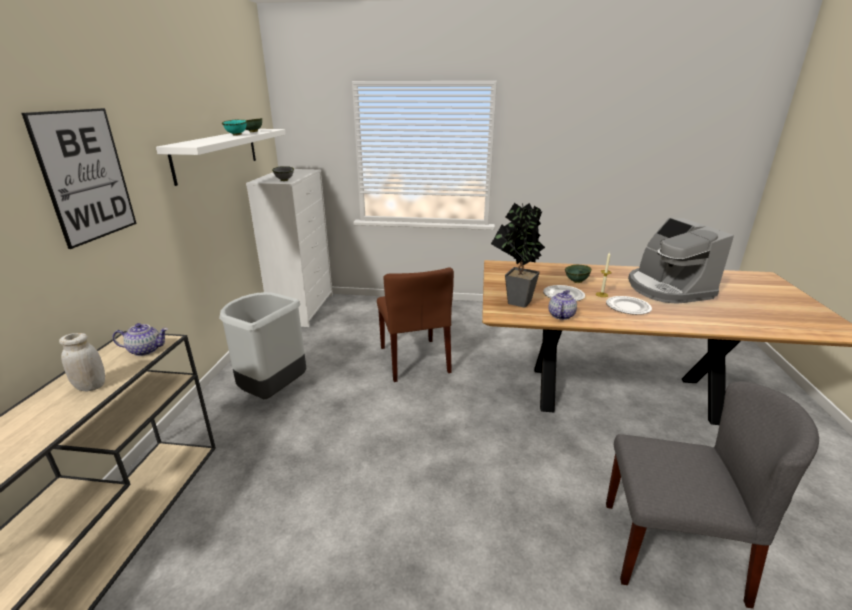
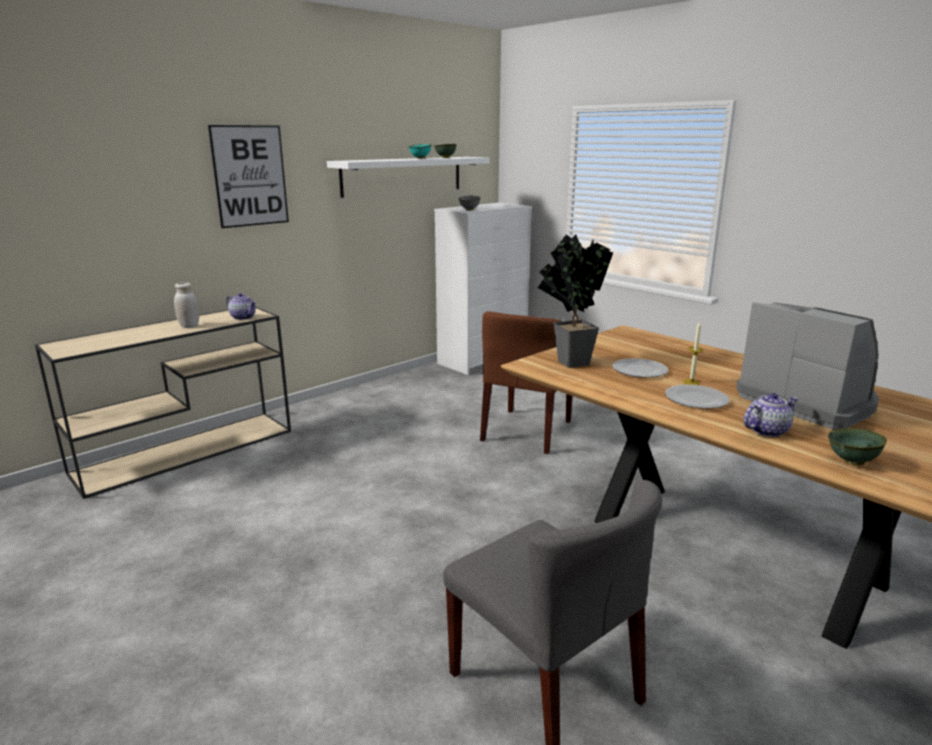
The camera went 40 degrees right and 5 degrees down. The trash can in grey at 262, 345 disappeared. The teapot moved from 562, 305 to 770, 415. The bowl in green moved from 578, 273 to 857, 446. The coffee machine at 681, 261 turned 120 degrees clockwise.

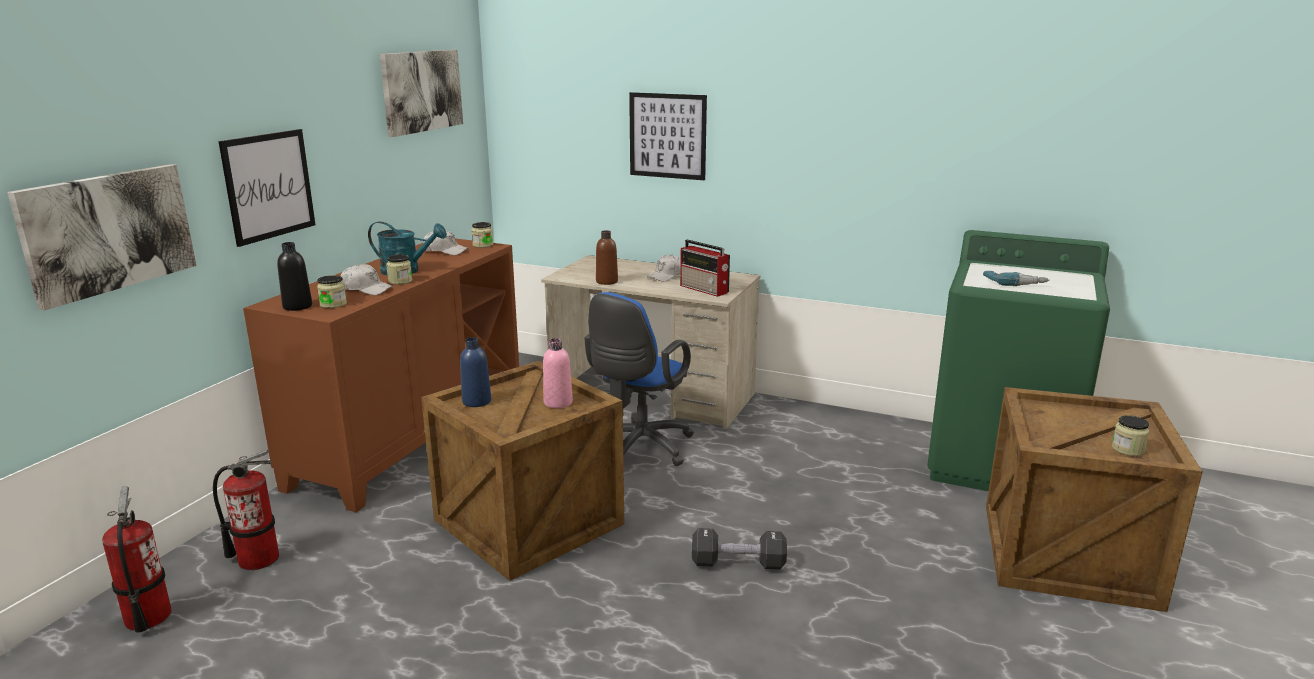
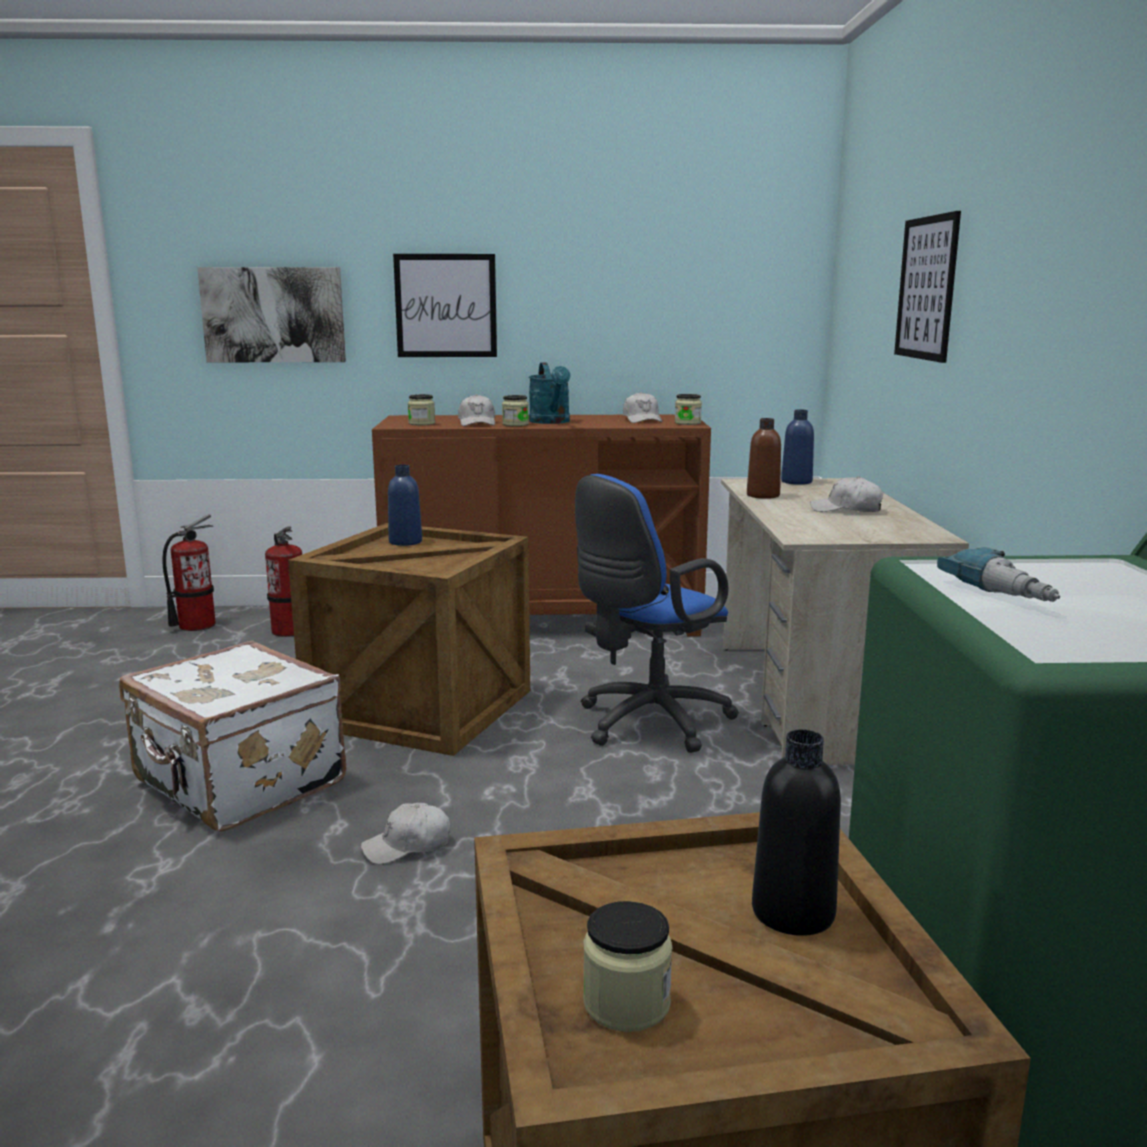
The camera went 65 degrees right and 5 degrees down. The picture at 421, 93 disappeared. The bottle in pink at 558, 373 disappeared. The radio at 705, 268 disappeared. The suitcase in white at 232, 735 appeared. The bottle in blue at 797, 447 appeared. The bottle in black moved from 294, 276 to 796, 832. The dumbbell in black at 739, 549 was replaced by the cap in white at 405, 833. The office chair in blue at 639, 379 turned 45 degrees counterclockwise.

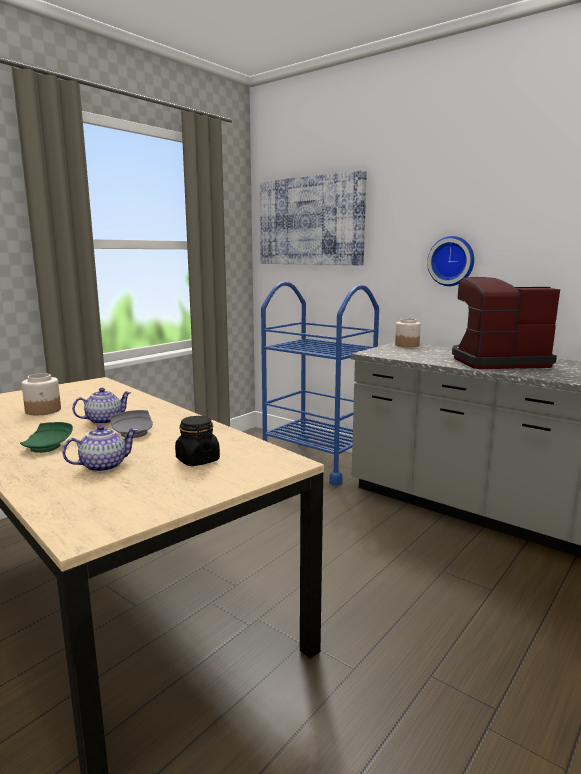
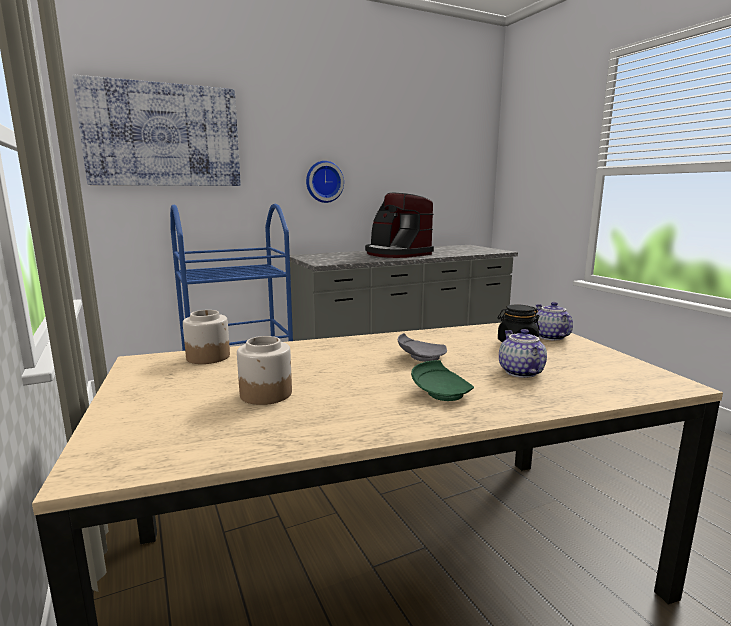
The camera went 65 degrees left and 0 degrees up. The teapot moved from 101, 406 to 553, 321. The jar moved from 408, 332 to 206, 337. The coffee machine at 506, 323 turned 60 degrees counterclockwise.

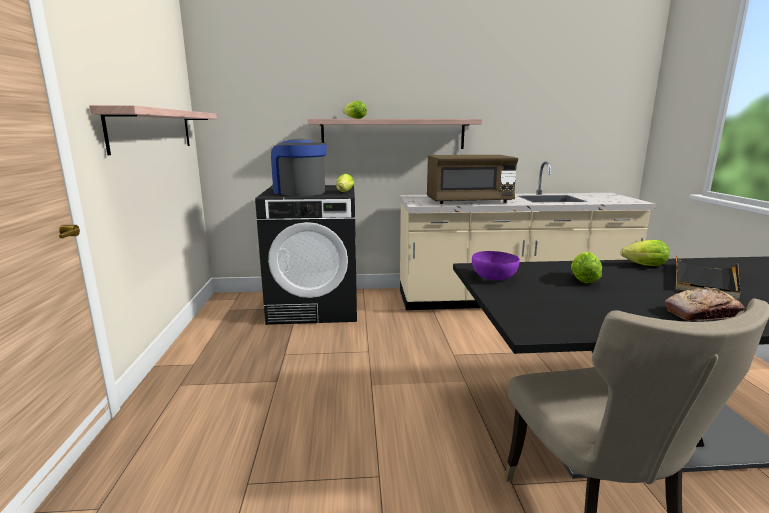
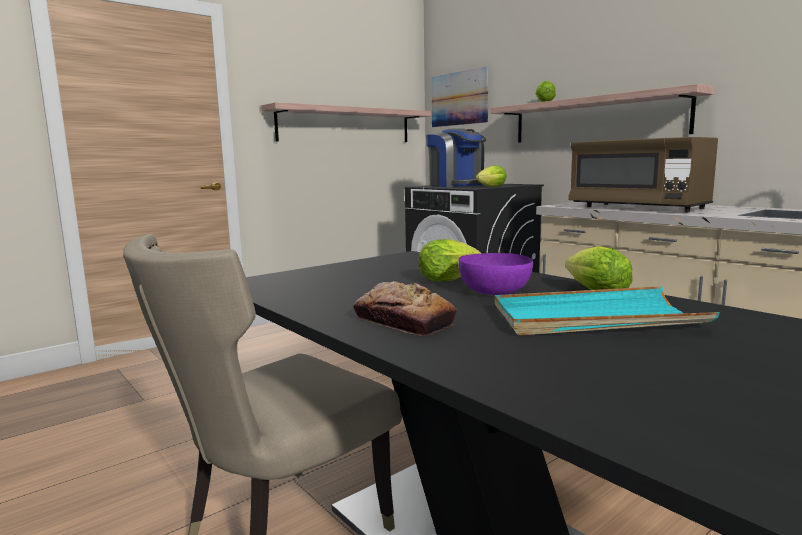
The camera went 55 degrees right and 5 degrees down. The picture at 459, 96 appeared. The bowl in purple moved from 496, 266 to 495, 274. The tray in black at 708, 277 became the tray in turquoise at 607, 310. The coffee machine at 299, 167 turned 135 degrees clockwise.

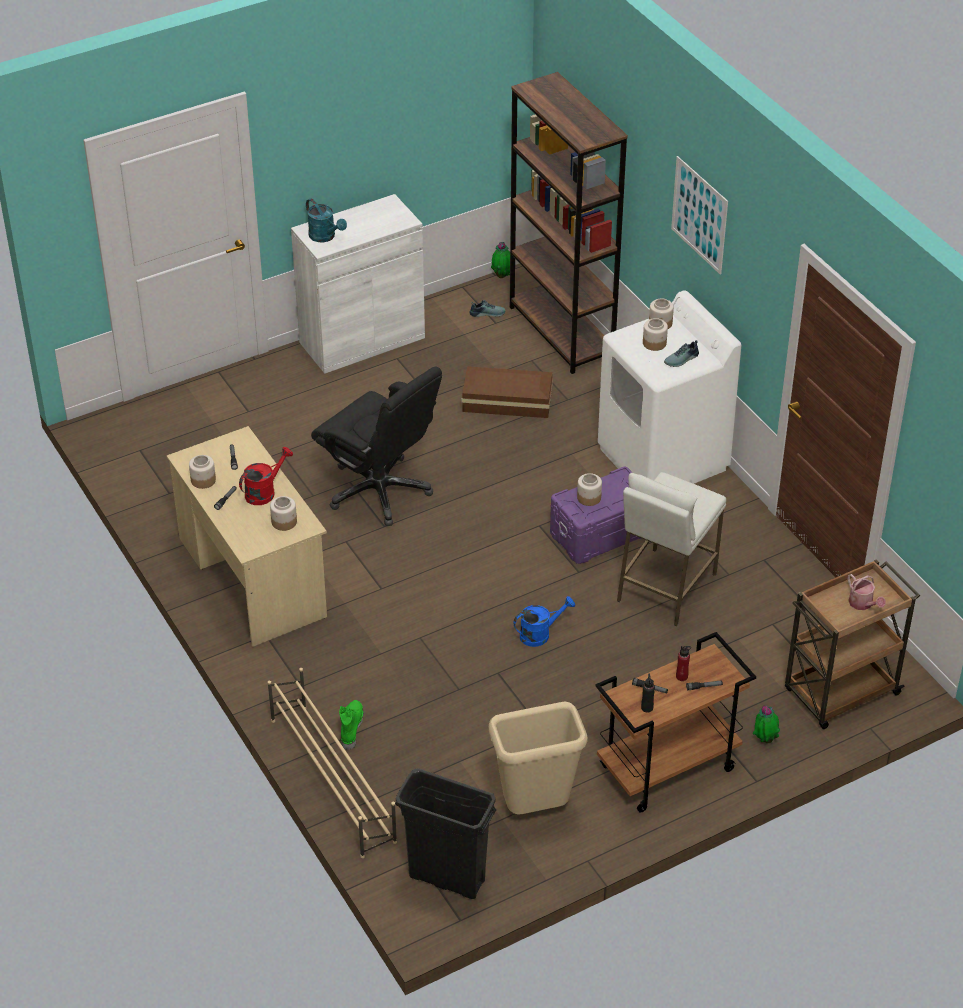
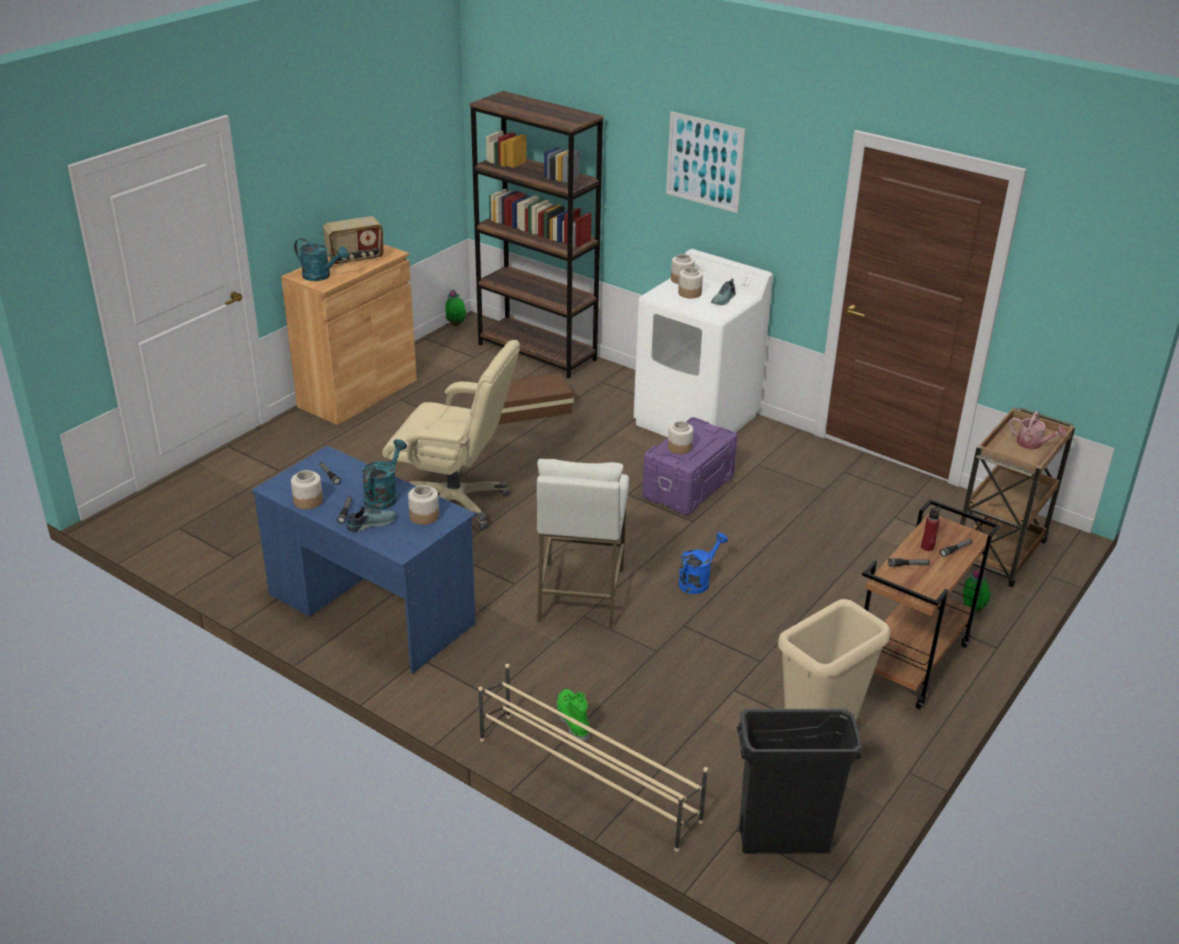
The camera went 25 degrees left and 10 degrees down. The bottle in black at 648, 693 disappeared. The radio at 353, 240 appeared. The shoe moved from 487, 308 to 371, 519. The stool in white moved from 671, 549 to 583, 544. The desk in beige at 247, 536 became the desk in blue at 363, 560. The watering can in red at 266, 476 became the watering can in turquoise at 384, 474. The cabinet in white at 358, 284 became the cabinet in brown at 349, 334. The office chair in black at 376, 446 became the office chair in beige at 451, 435.

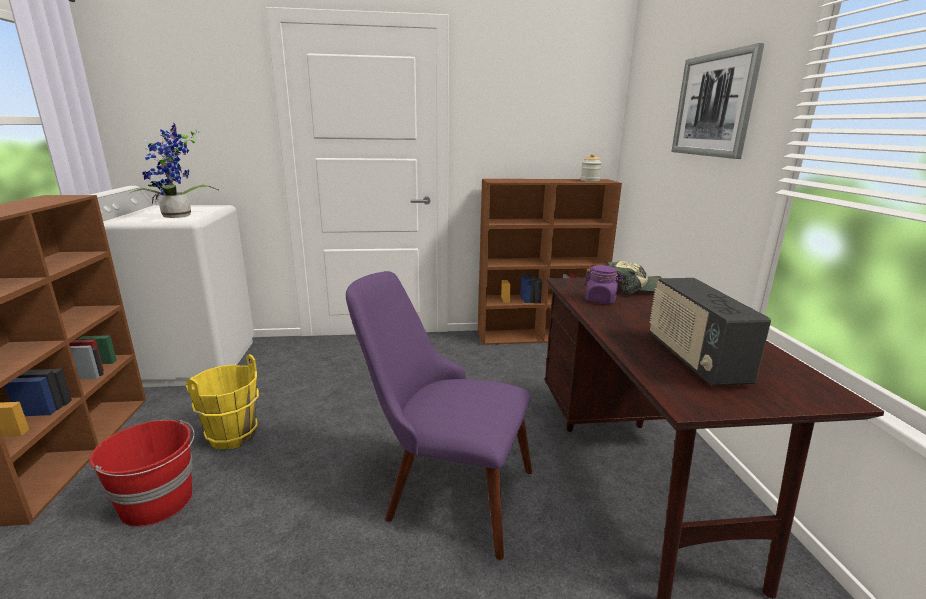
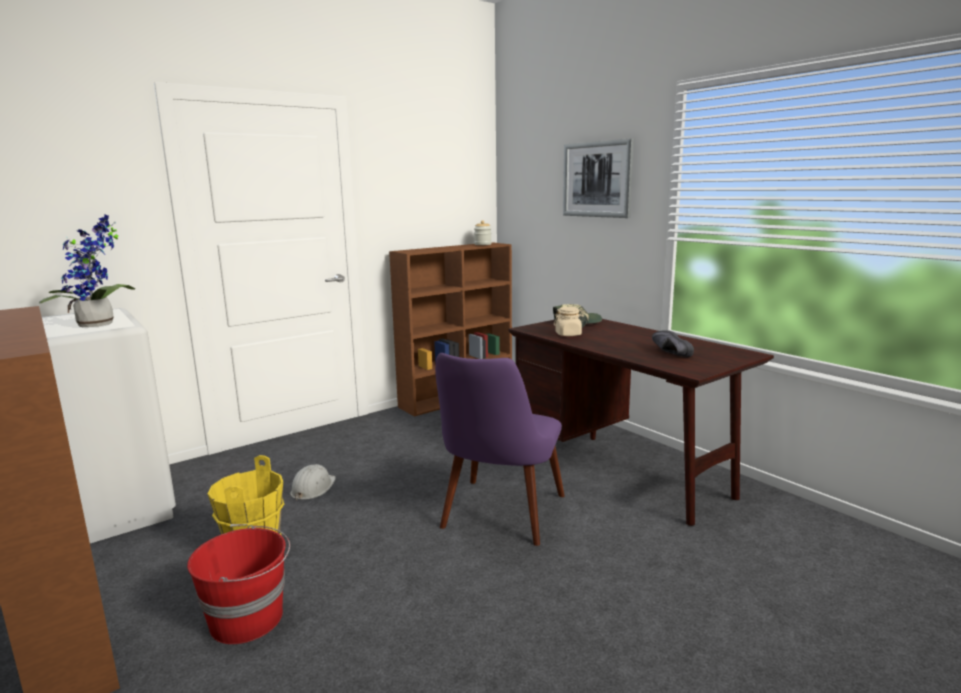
The camera went 30 degrees left and 5 degrees down. The hard hat in white at 313, 482 appeared. The radio at 710, 332 was replaced by the shoe in black at 673, 343. The jar in purple at 603, 284 became the jar in beige at 569, 321. The chair in purple at 439, 415 turned 60 degrees counterclockwise.

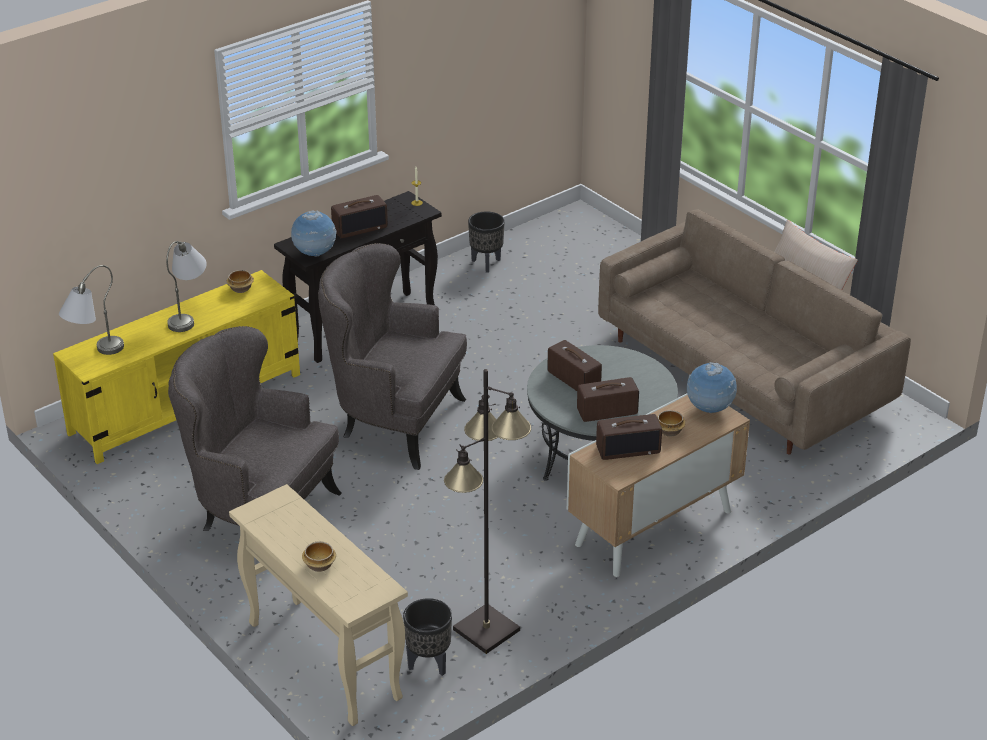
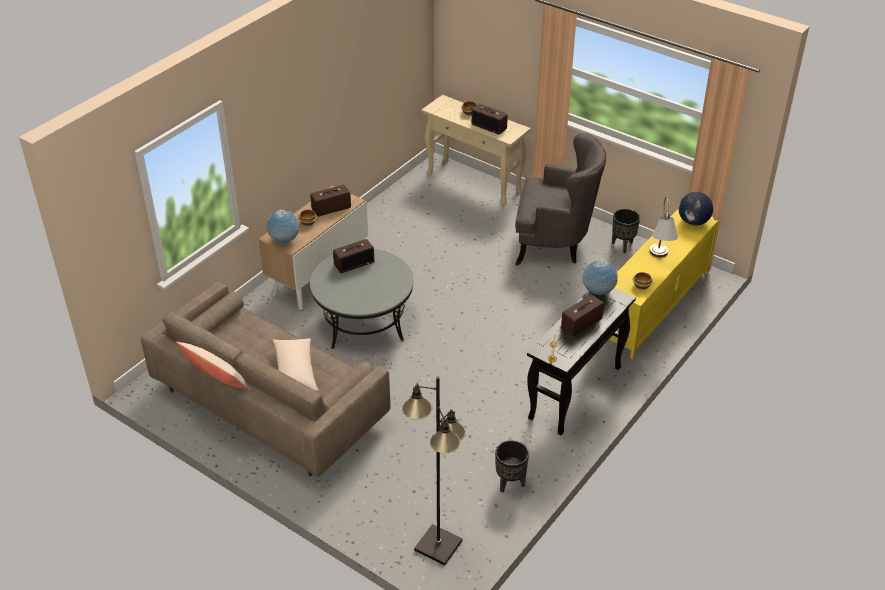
The camera went 165 degrees right and 5 degrees up. The armchair in grey at 392, 356 disappeared. The pillow in beige at 295, 365 appeared. The planter in black moved from 427, 637 to 626, 231. The floor lamp in black moved from 487, 511 to 434, 471. The radio moved from 574, 365 to 489, 119. The table lamp in grey at 91, 310 was replaced by the globe at 696, 209.

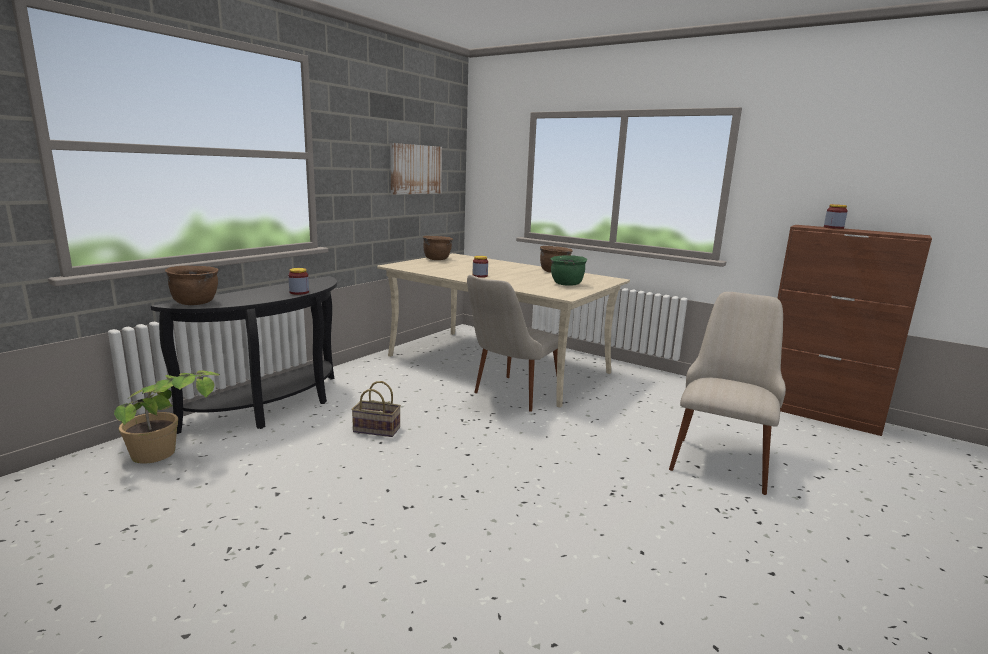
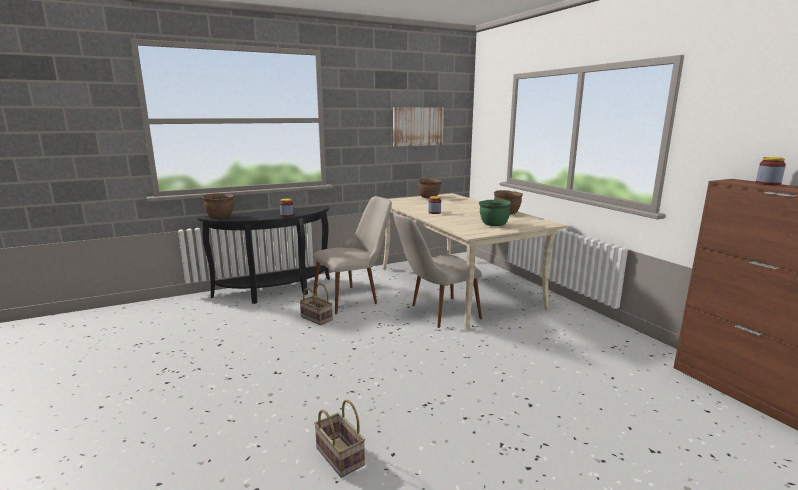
The camera went 30 degrees right and 0 degrees up. The potted plant at 167, 417 disappeared. The basket at 339, 438 appeared. The chair in beige moved from 727, 393 to 352, 255.

